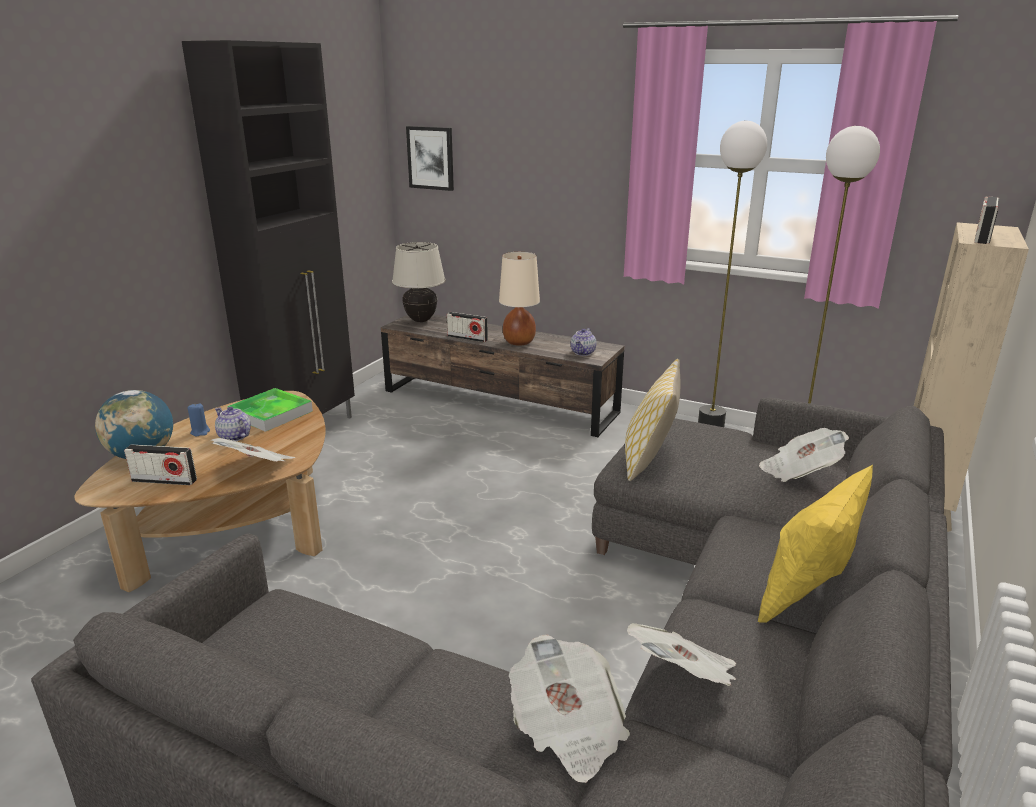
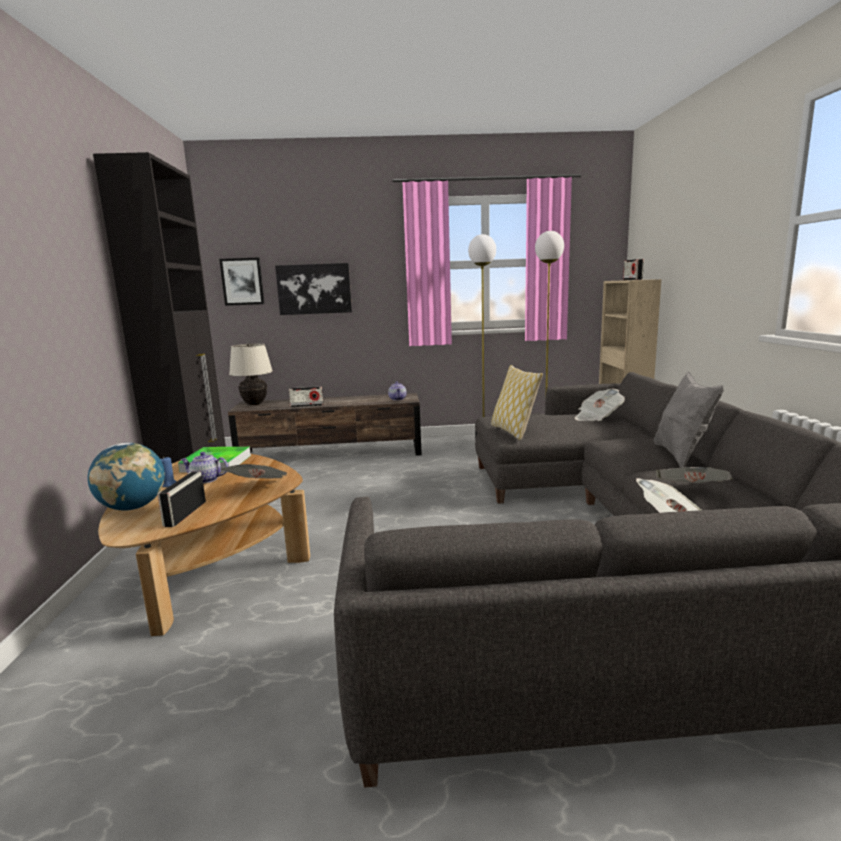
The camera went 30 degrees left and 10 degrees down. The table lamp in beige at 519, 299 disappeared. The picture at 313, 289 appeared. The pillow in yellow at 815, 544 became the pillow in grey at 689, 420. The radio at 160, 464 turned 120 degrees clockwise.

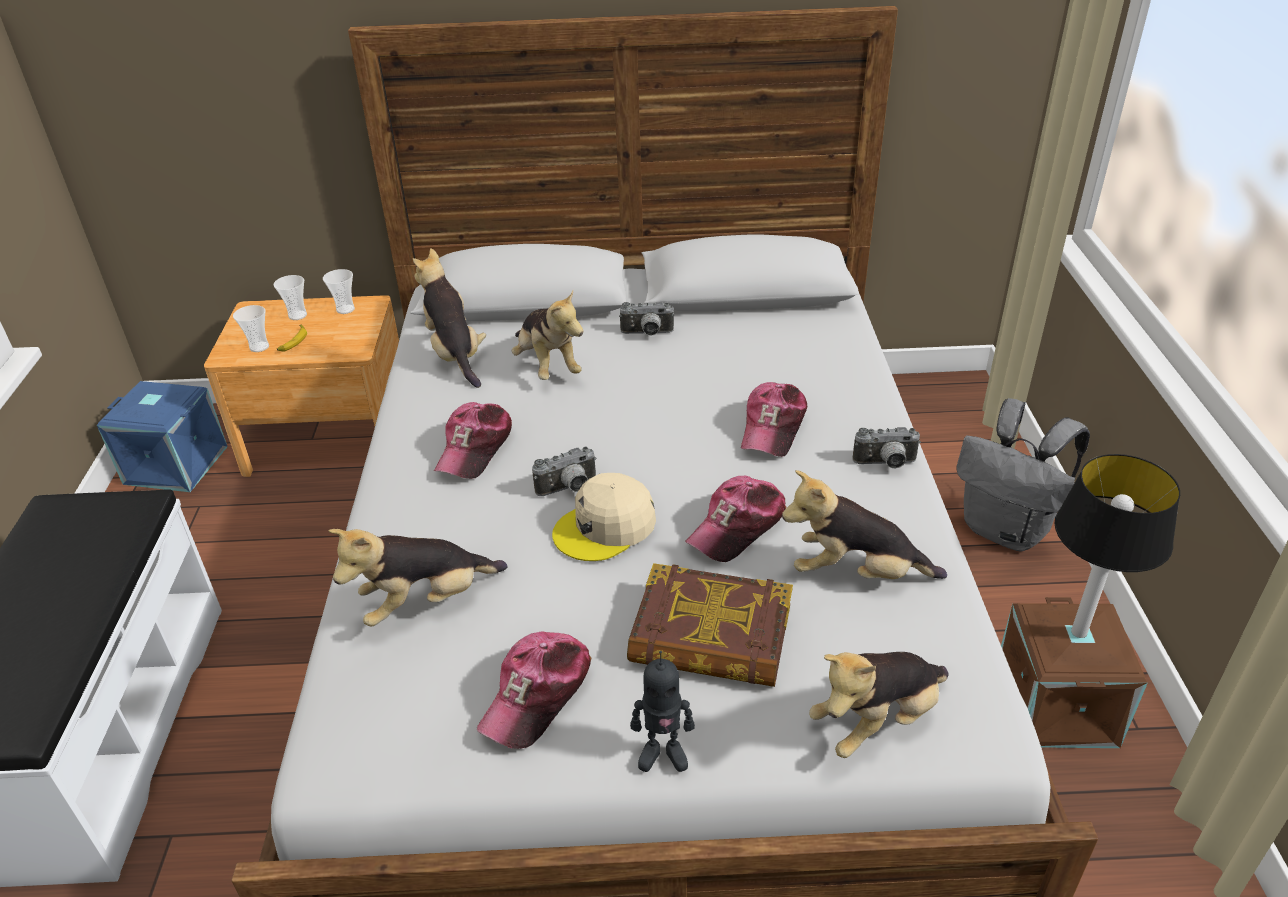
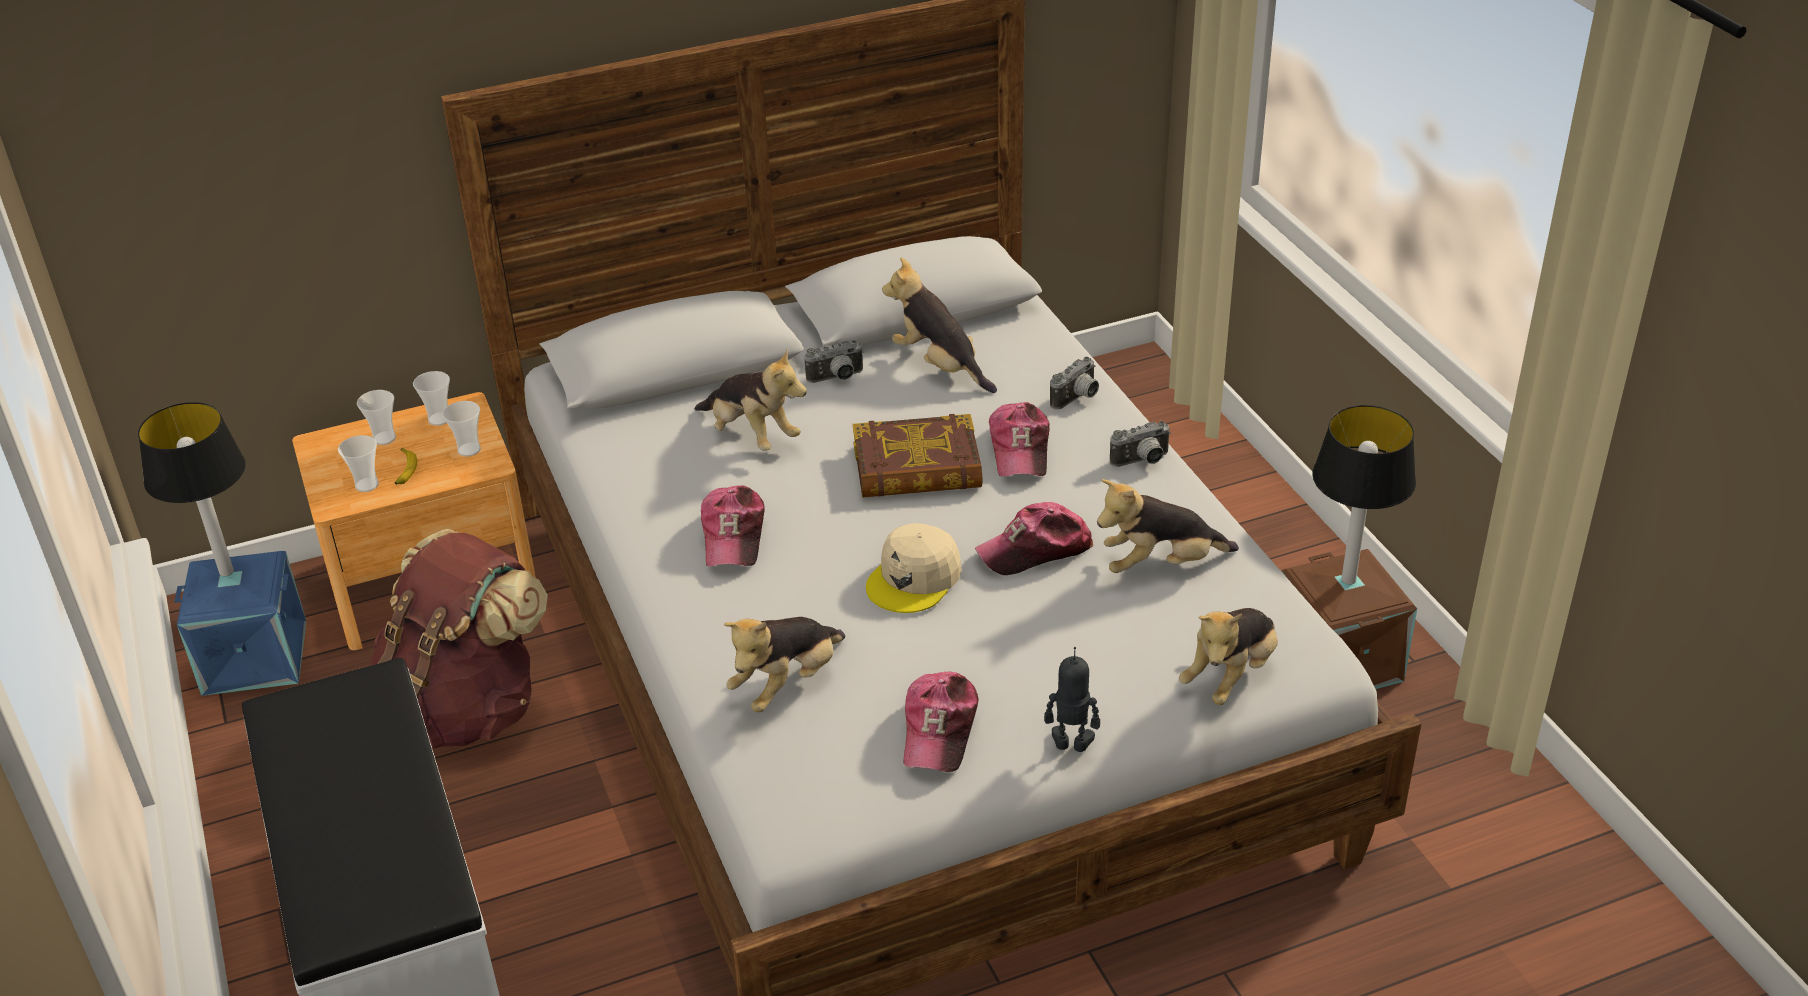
The camera went 20 degrees left and 0 degrees up. The backpack in grey at 1023, 475 disappeared. The table lamp at 192, 489 appeared. The backpack in brown at 459, 639 appeared. The cup at 461, 429 appeared. The plush toy moved from 449, 318 to 939, 325. The photo camera moved from 564, 471 to 1074, 383. The book moved from 710, 625 to 918, 456. The toy robot at 662, 711 turned 150 degrees counterclockwise. The cap at 735, 519 turned 45 degrees clockwise.

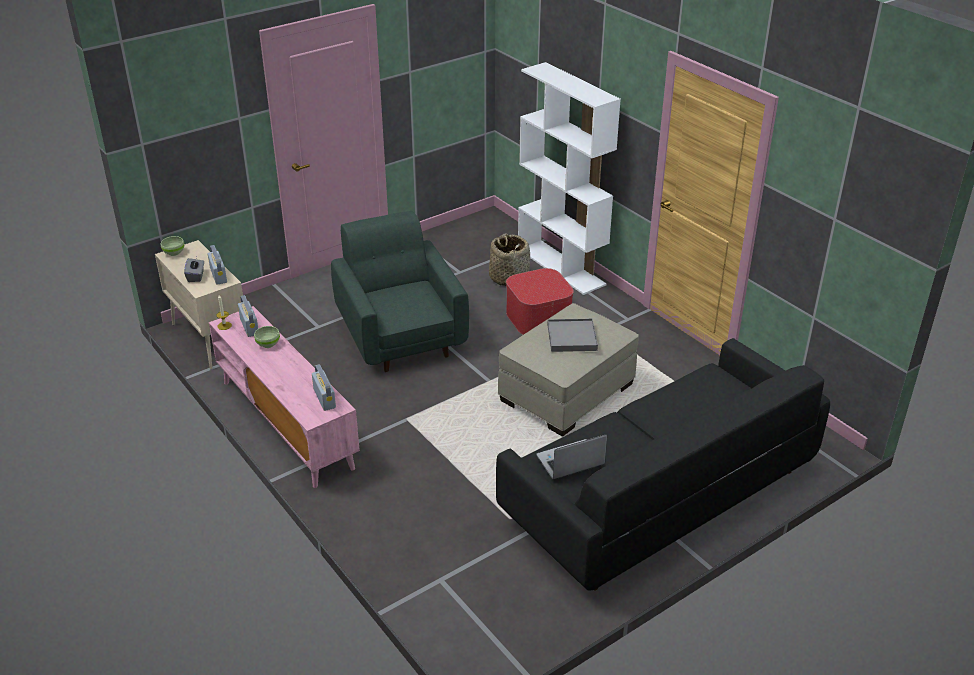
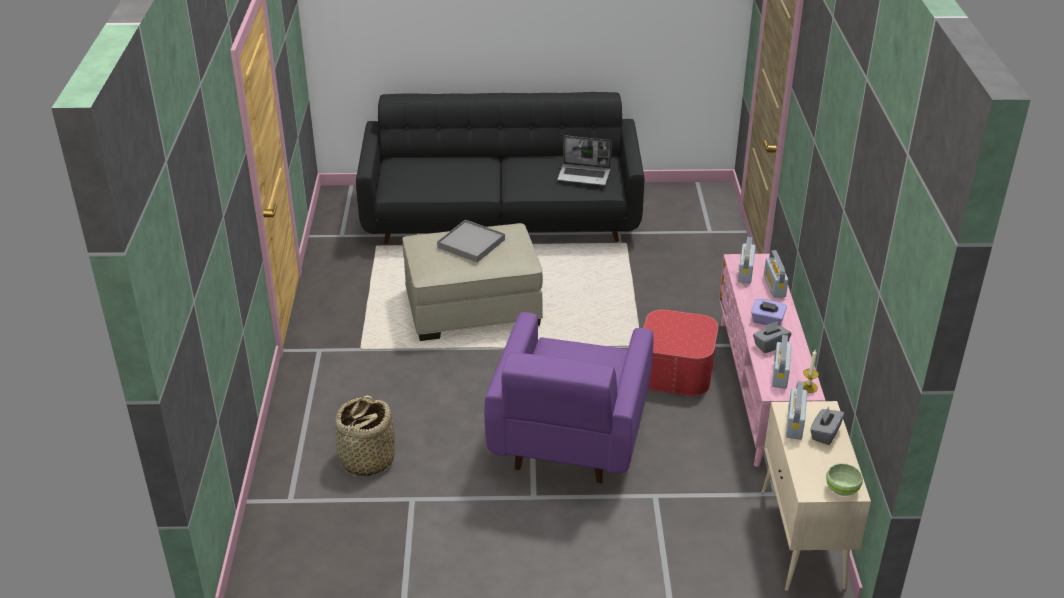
The camera went 145 degrees left and 0 degrees up. The bookcase in white at 569, 178 disappeared. The tissue box in purple at 769, 312 appeared. The radio at 776, 274 appeared. The ottoman moved from 540, 301 to 680, 353. The bowl in green at 267, 337 was replaced by the tissue box in grey at 772, 337. The armchair in green at 400, 291 became the armchair in purple at 568, 397.

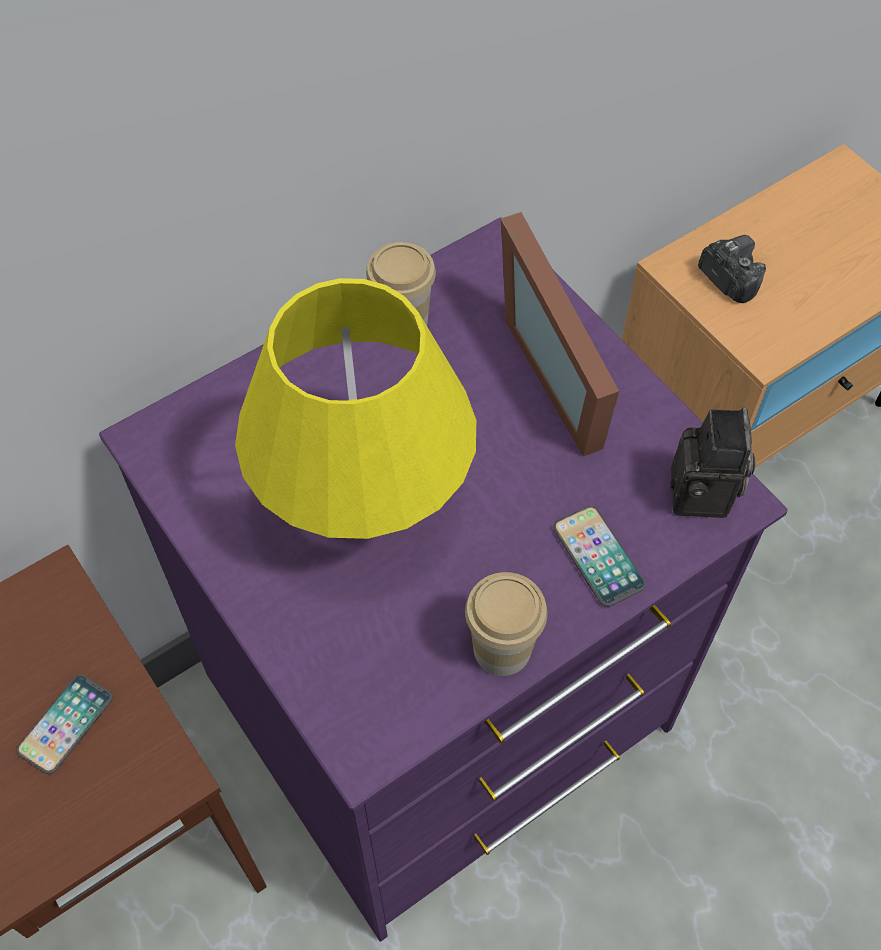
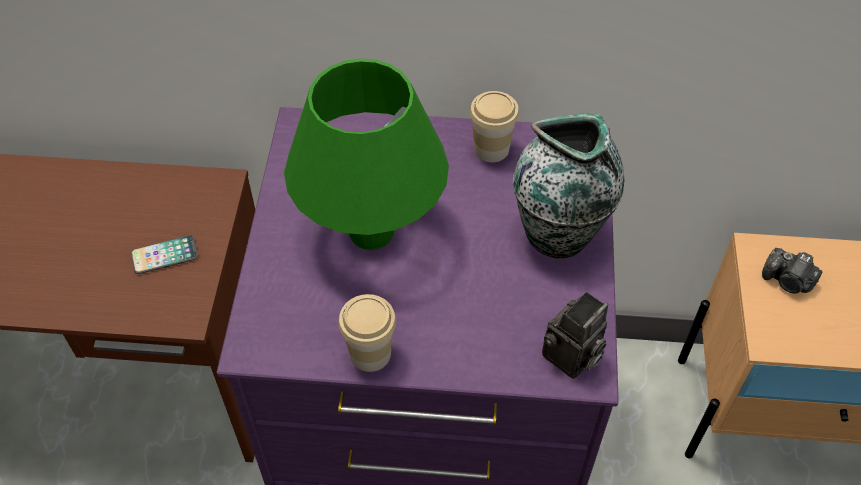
The camera went 40 degrees right and 5 degrees down. The phone at 599, 556 disappeared. The picture frame at 560, 334 was replaced by the vase at 568, 186. The table lamp in yellow at 355, 408 became the table lamp in green at 366, 154. The photo camera at 732, 269 turned 120 degrees clockwise.

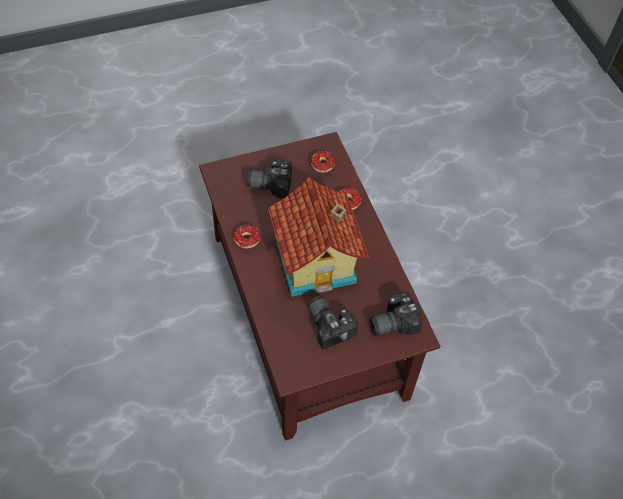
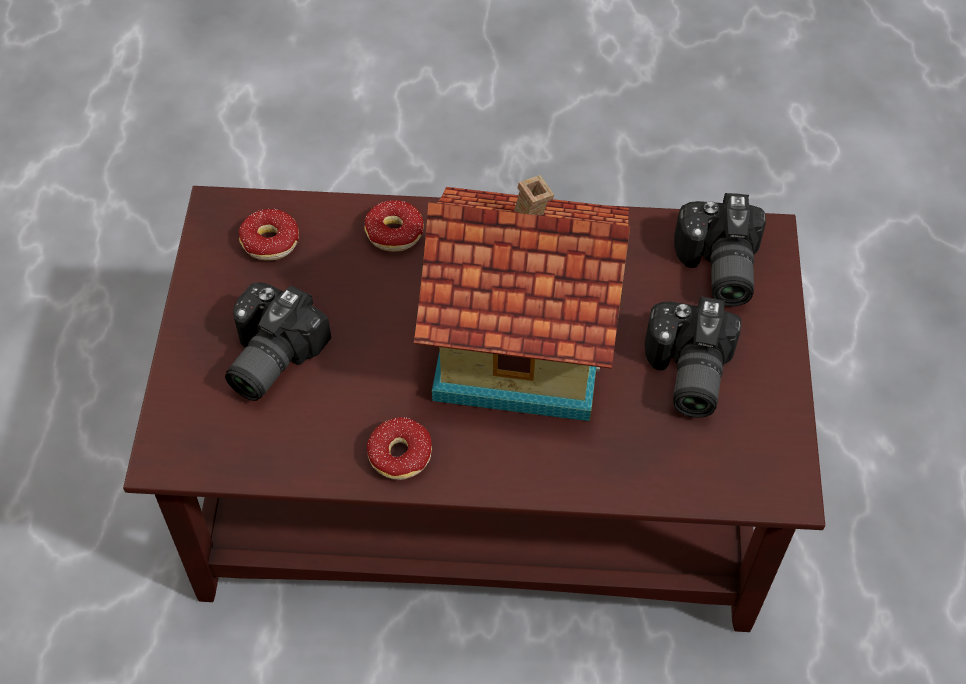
The camera went 65 degrees left and 0 degrees up. The photo camera at 333, 323 turned 75 degrees counterclockwise.

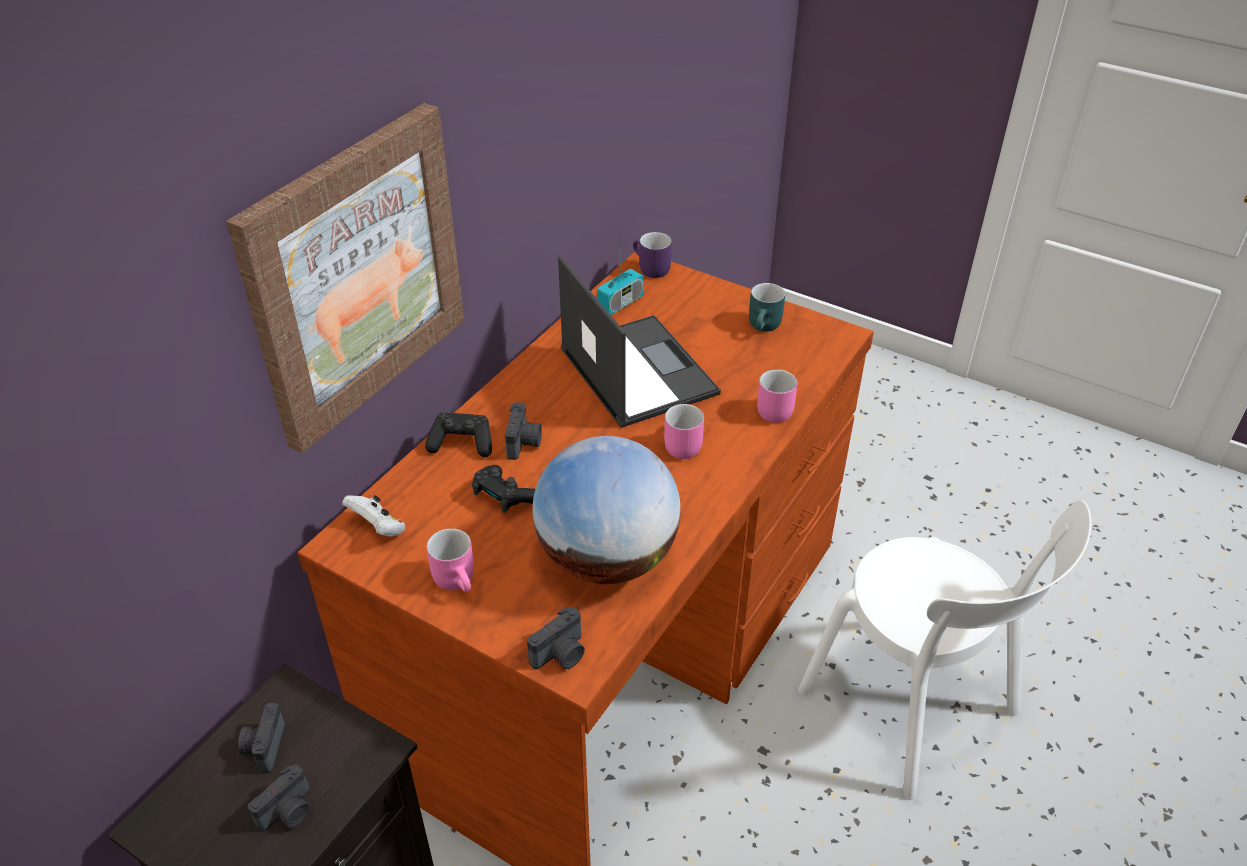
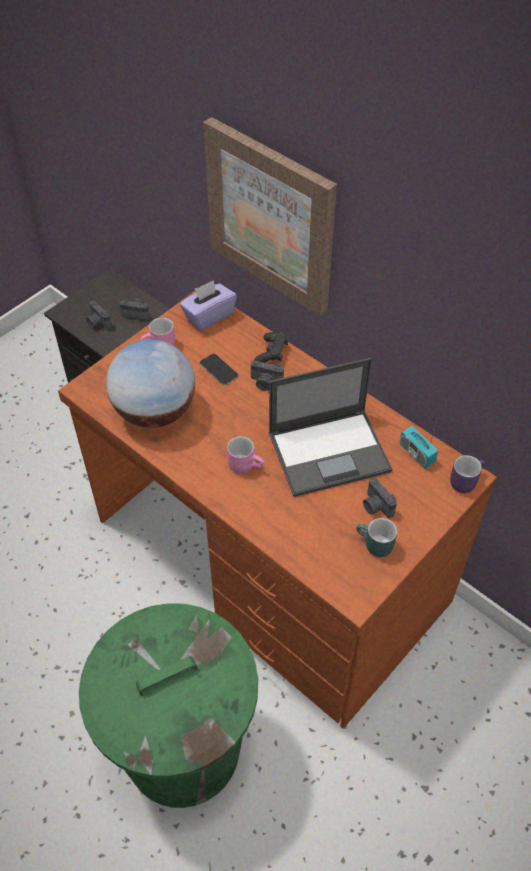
The camera went 100 degrees right and 10 degrees up. The mug in pink at 777, 396 disappeared. The photo camera moved from 556, 638 to 380, 498. The game controller in white at 373, 516 was replaced by the tissue box in purple at 208, 305. The game controller in black at 503, 489 was replaced by the phone at 219, 369. The chair in white at 944, 650 was replaced by the trash can in green at 168, 705.

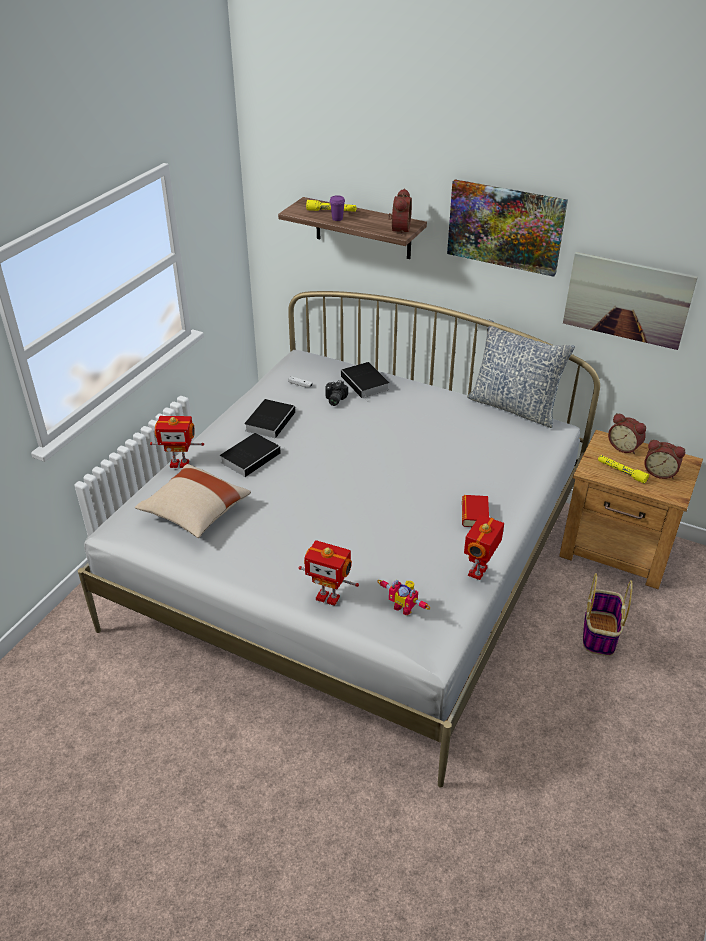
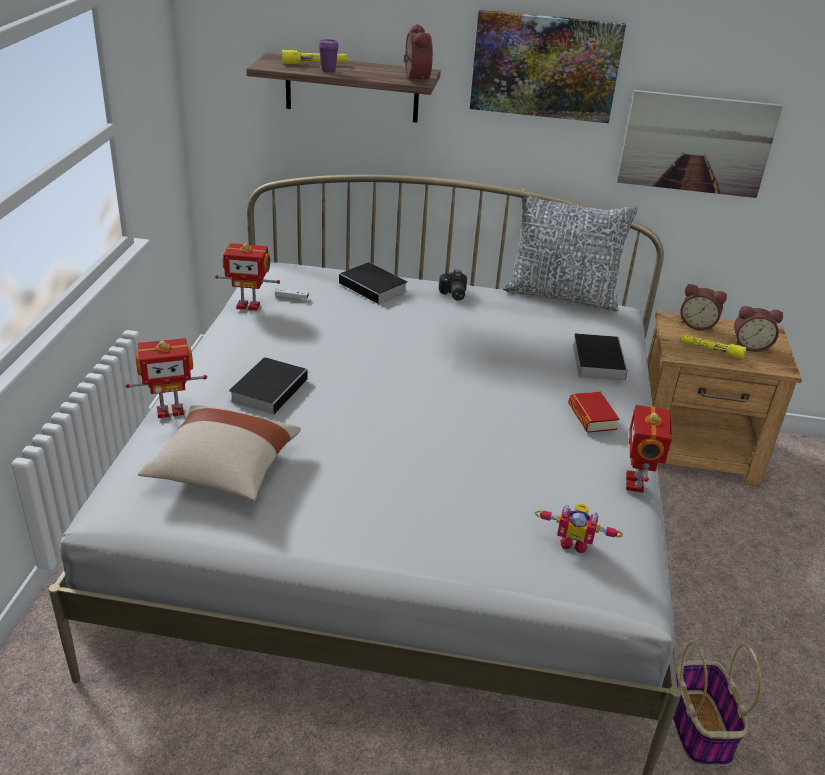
The camera went 20 degrees left and 5 degrees down. The book moved from 270, 419 to 600, 357. The toy robot moved from 329, 573 to 247, 277. The photo camera moved from 336, 393 to 453, 285. The basket moved from 608, 614 to 717, 704.

